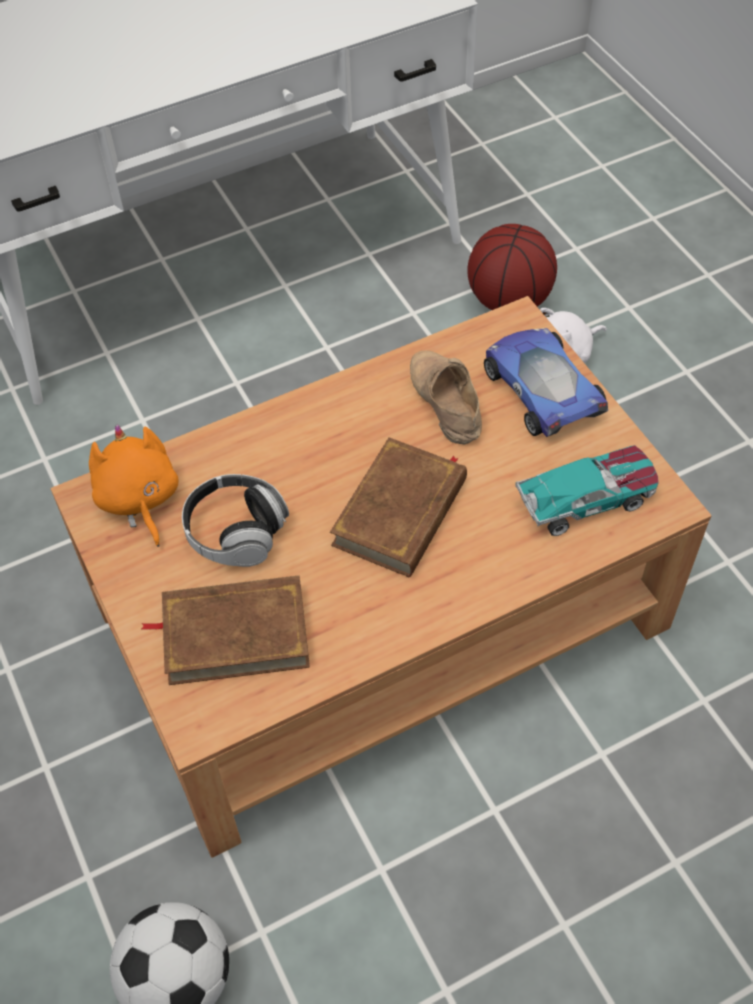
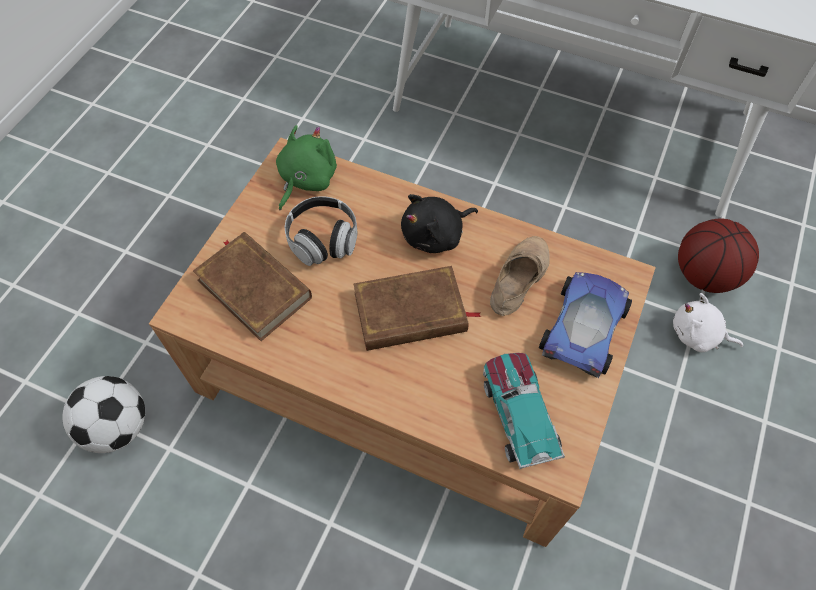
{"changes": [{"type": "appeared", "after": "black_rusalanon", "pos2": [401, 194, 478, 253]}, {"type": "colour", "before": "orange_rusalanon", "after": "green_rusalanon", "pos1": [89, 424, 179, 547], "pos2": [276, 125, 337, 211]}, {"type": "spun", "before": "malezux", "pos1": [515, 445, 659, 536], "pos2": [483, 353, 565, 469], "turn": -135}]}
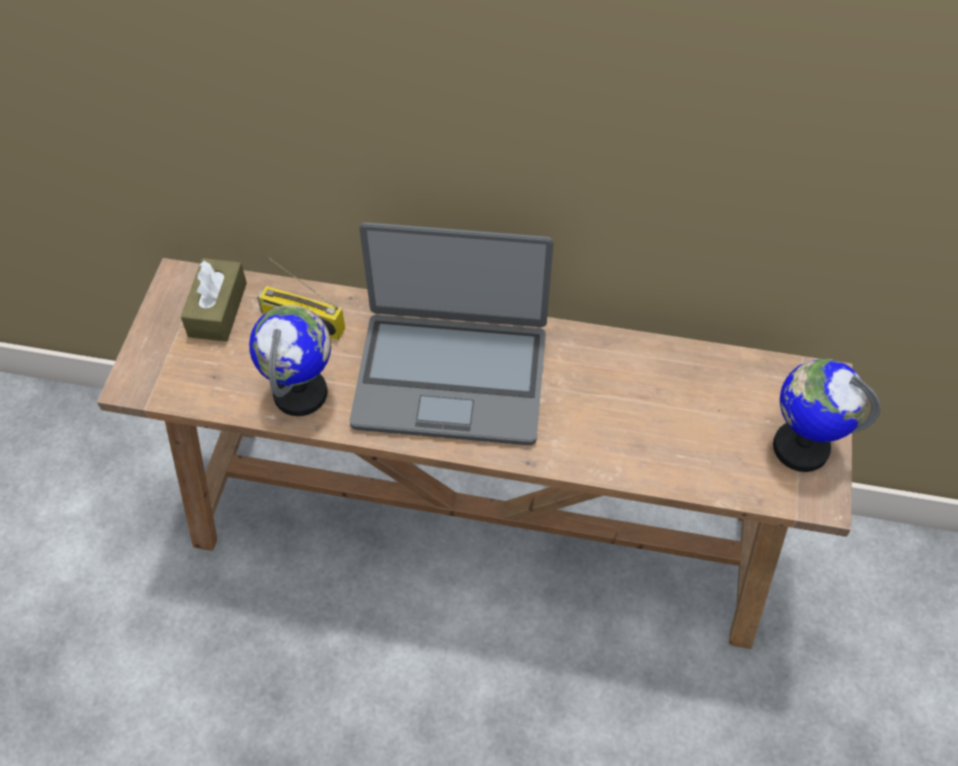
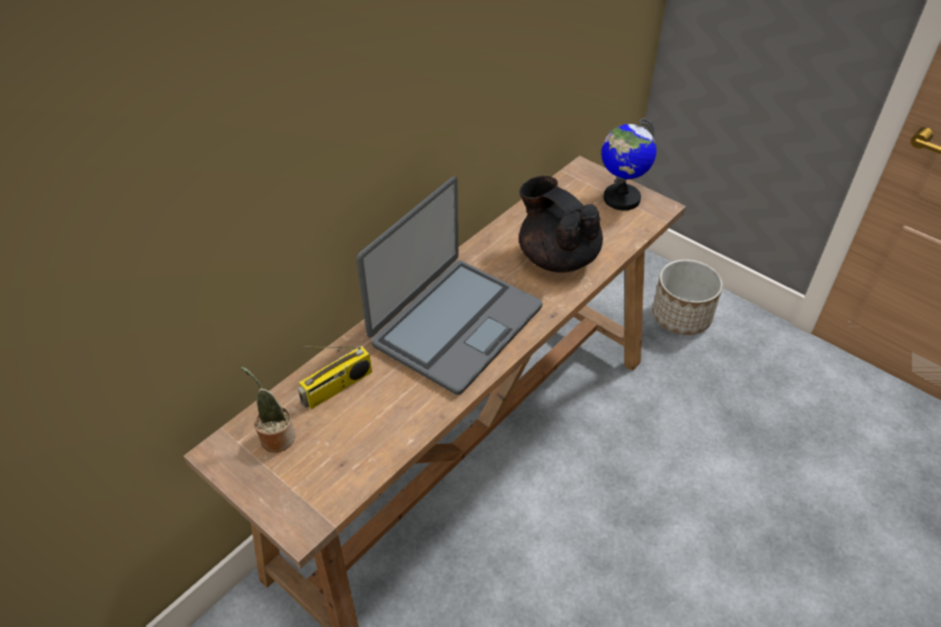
{"changes": [{"type": "missing", "before": "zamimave", "pos1": [249, 305, 331, 416]}, {"type": "appeared", "after": "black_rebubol", "pos2": [519, 176, 603, 273]}, {"type": "appeared", "after": "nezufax", "pos2": [652, 259, 723, 335]}, {"type": "exchanged", "before": "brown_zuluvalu", "after": "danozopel", "pos1": [181, 258, 247, 342], "pos2": [241, 367, 296, 453]}]}
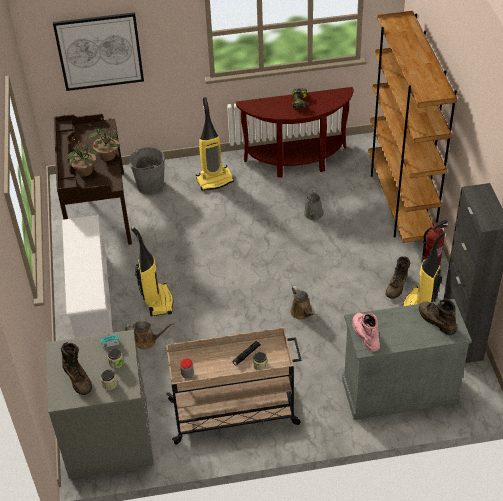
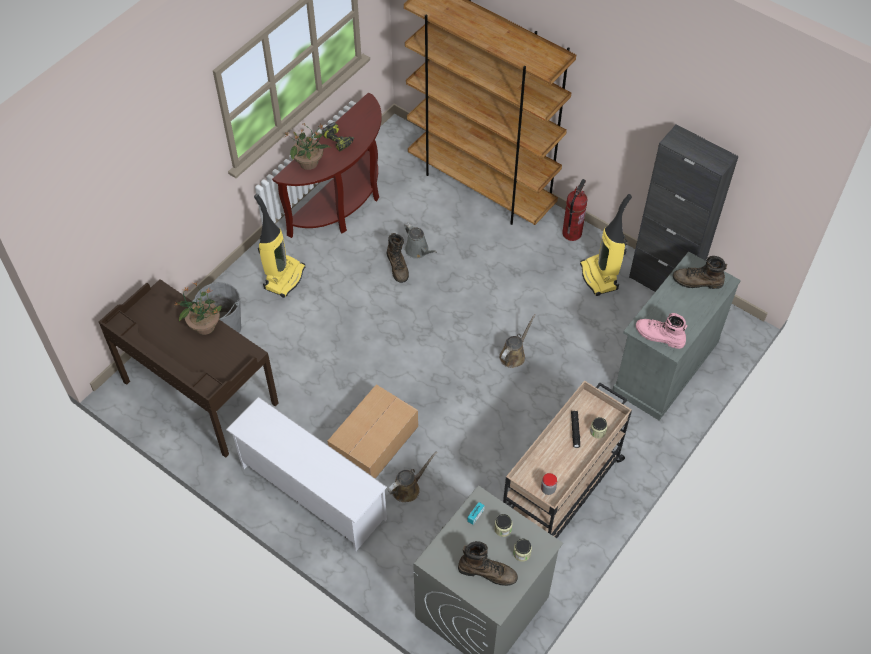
{"changes": [{"type": "missing", "before": "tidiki", "pos1": [53, 12, 144, 91]}, {"type": "relocated", "before": "danozopel", "pos1": [66, 136, 100, 176], "pos2": [283, 124, 331, 170]}, {"type": "relocated", "before": "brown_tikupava", "pos1": [386, 256, 410, 299], "pos2": [387, 233, 409, 283]}, {"type": "exchanged", "before": "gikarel", "after": "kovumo", "pos1": [131, 226, 173, 316], "pos2": [327, 384, 418, 479]}, {"type": "spun", "before": "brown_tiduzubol", "pos1": [290, 286, 317, 320], "pos2": [499, 314, 536, 368], "turn": -75}]}
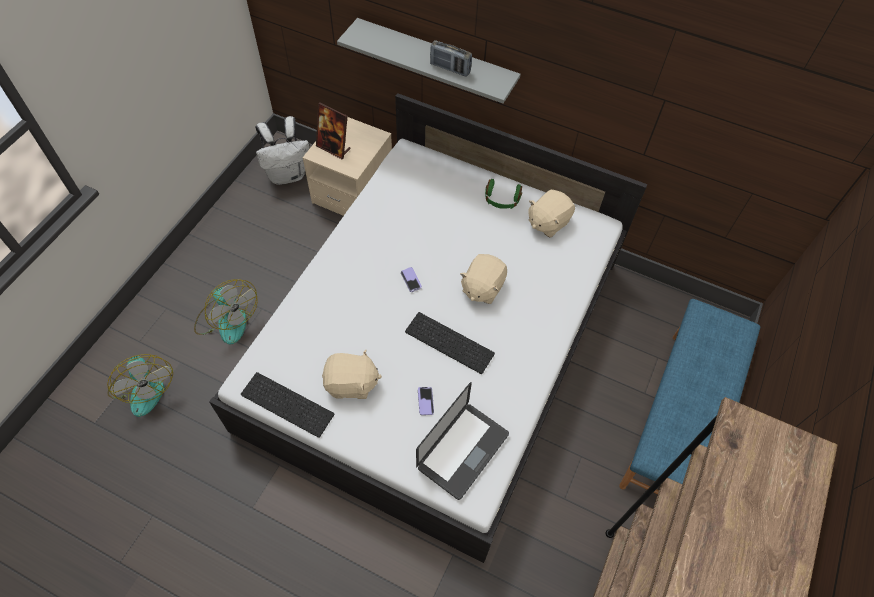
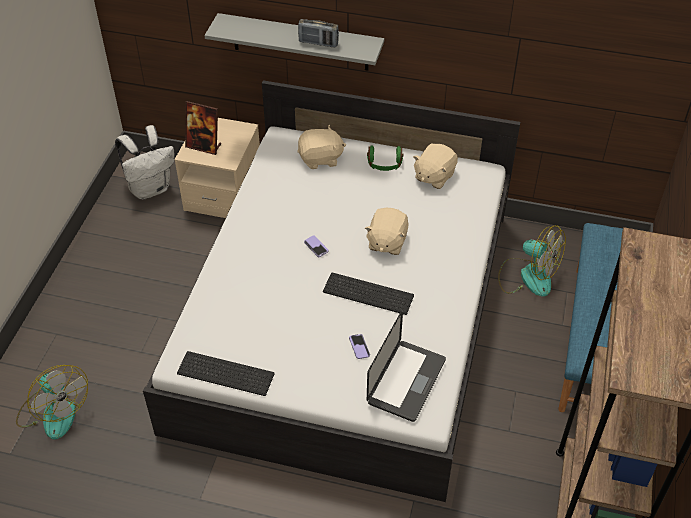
{"changes": [{"type": "relocated", "before": "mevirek", "pos1": [194, 279, 258, 345], "pos2": [498, 225, 566, 297]}, {"type": "relocated", "before": "beige_rusalanon", "pos1": [322, 350, 382, 399], "pos2": [297, 125, 346, 169]}]}
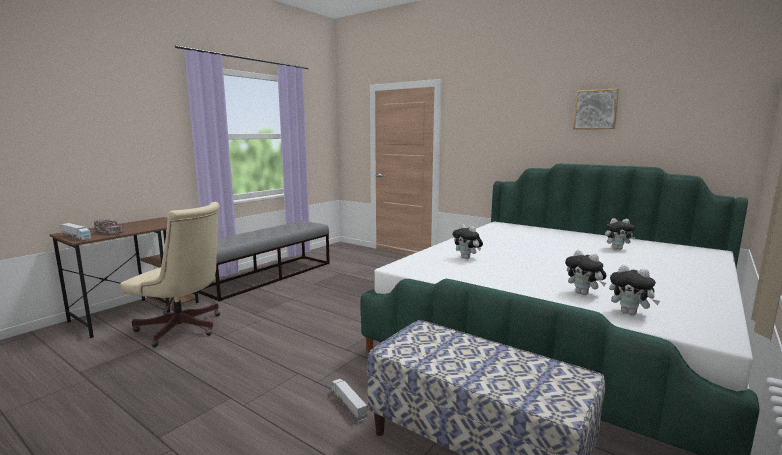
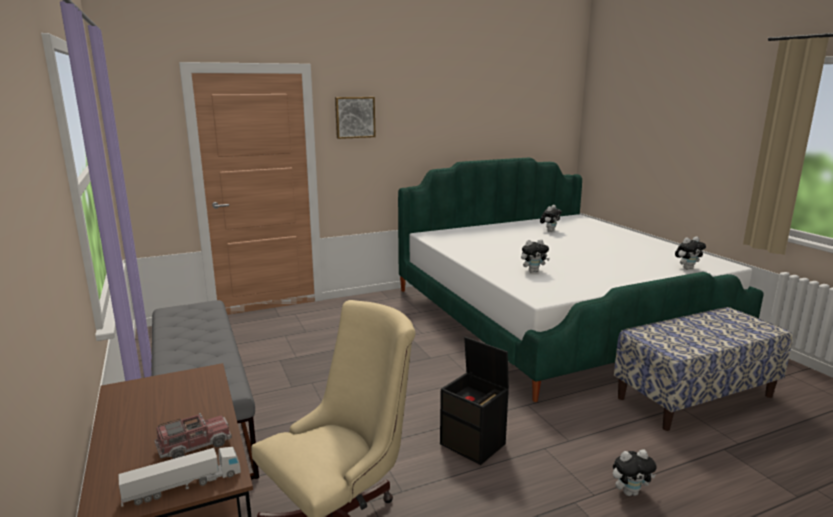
{"changes": [{"type": "missing", "before": "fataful", "pos1": [332, 379, 367, 422]}, {"type": "appeared", "after": "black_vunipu", "pos2": [440, 337, 509, 465]}, {"type": "relocated", "before": "rusalanon", "pos1": [565, 250, 606, 295], "pos2": [613, 449, 657, 496]}, {"type": "relocated", "before": "tidiki", "pos1": [573, 88, 619, 129], "pos2": [335, 97, 376, 139]}]}
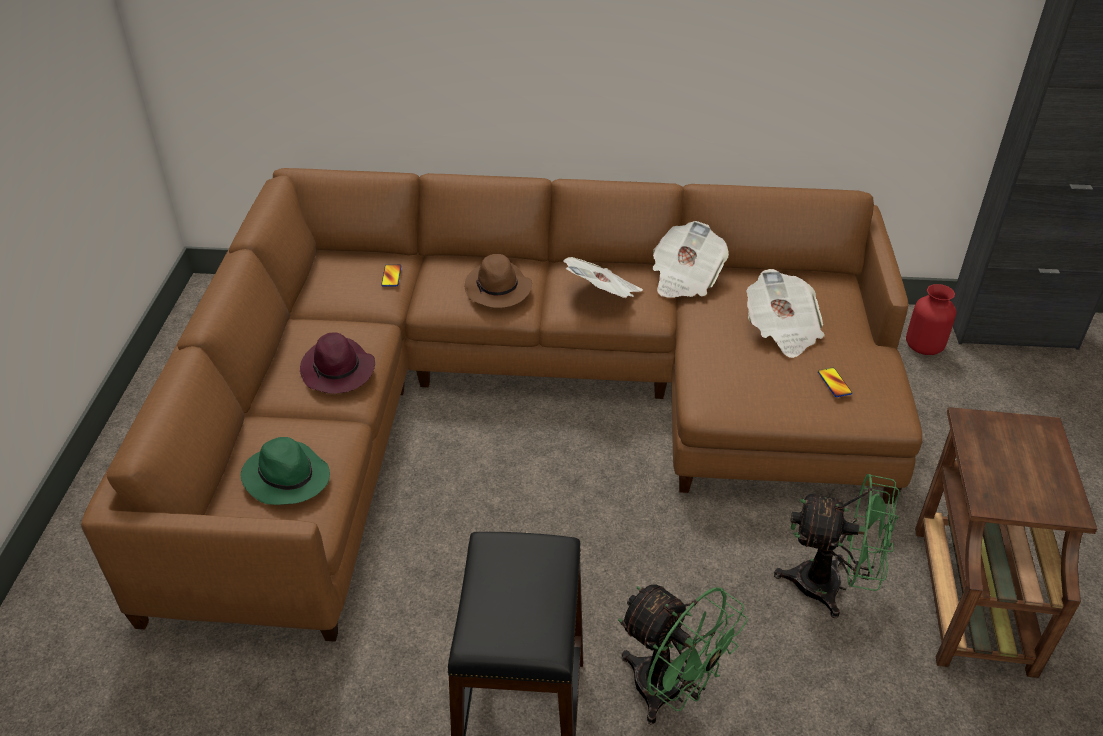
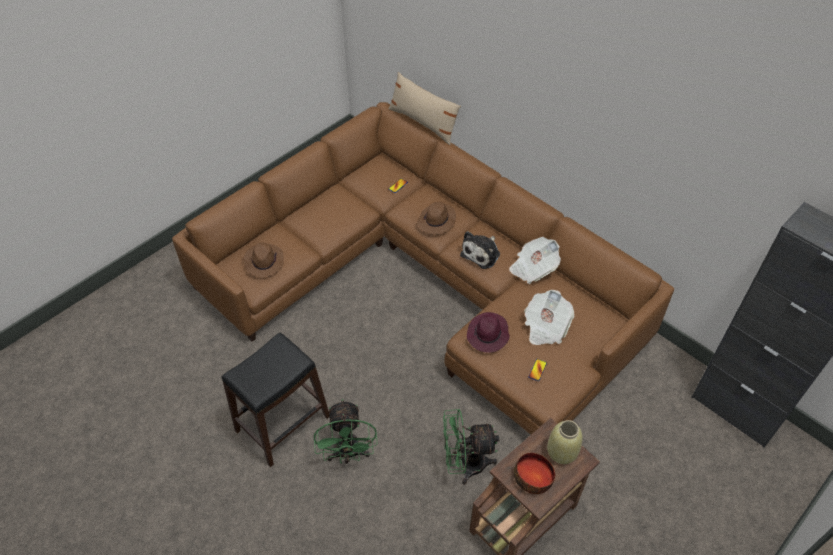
{"changes": [{"type": "missing", "before": "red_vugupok", "pos1": [906, 284, 957, 355]}, {"type": "appeared", "after": "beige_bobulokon", "pos2": [388, 72, 461, 145]}, {"type": "appeared", "after": "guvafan", "pos2": [514, 453, 555, 494]}, {"type": "appeared", "after": "beige_vugupok", "pos2": [547, 420, 582, 464]}, {"type": "relocated", "before": "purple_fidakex", "pos1": [300, 332, 375, 394], "pos2": [467, 312, 510, 353]}, {"type": "exchanged", "before": "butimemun", "after": "rusalanon", "pos1": [563, 257, 643, 298], "pos2": [460, 231, 500, 269]}, {"type": "colour", "before": "green_fidakex", "after": "brown_fidakex", "pos1": [241, 437, 330, 505], "pos2": [244, 243, 284, 277]}, {"type": "spun", "before": "green_mevirek", "pos1": [774, 474, 899, 618], "pos2": [443, 409, 499, 485], "turn": 120}]}
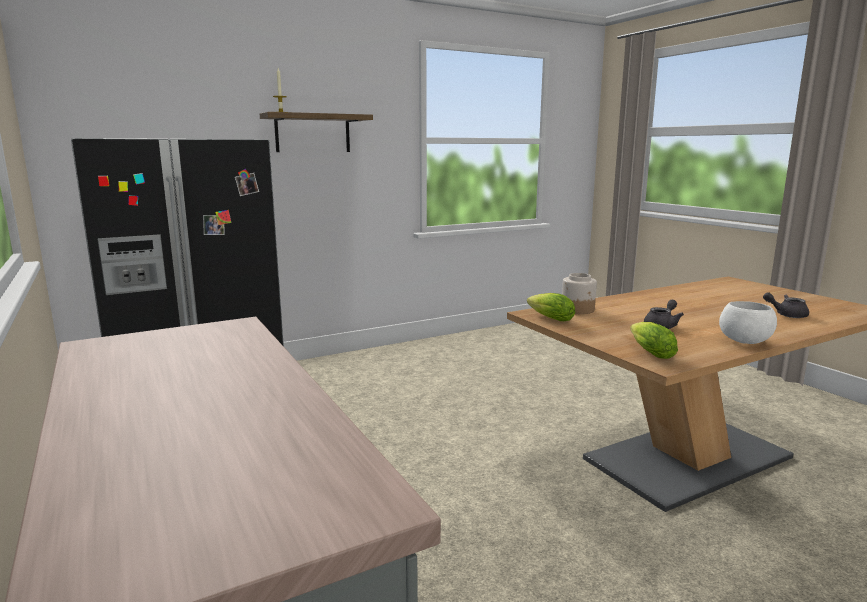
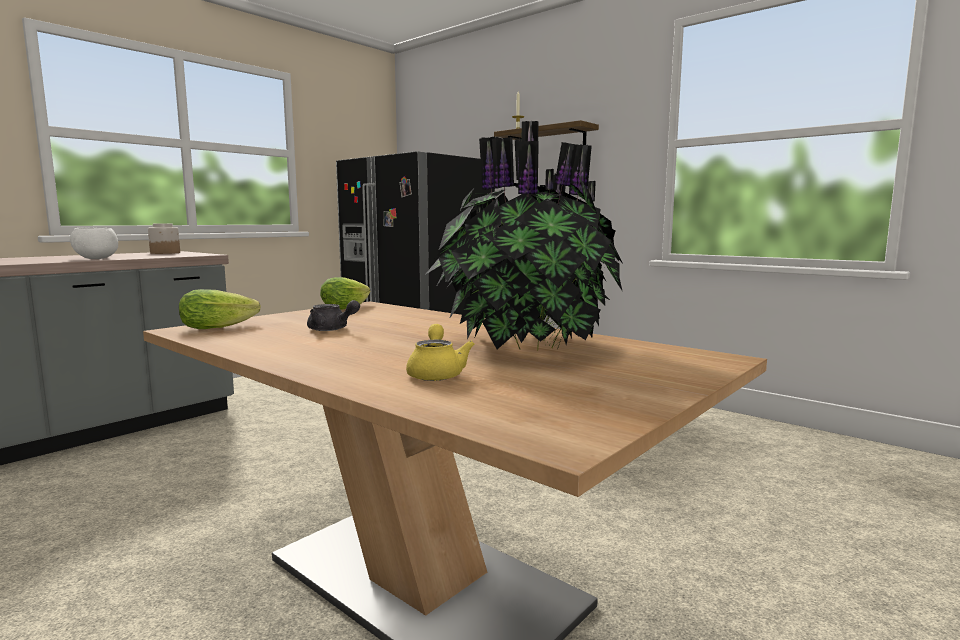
{"changes": [{"type": "appeared", "after": "danozopel", "pos2": [426, 121, 623, 351]}, {"type": "relocated", "before": "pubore", "pos1": [562, 273, 597, 314], "pos2": [148, 223, 180, 254]}, {"type": "relocated", "before": "white_guvafan", "pos1": [719, 301, 777, 344], "pos2": [70, 228, 118, 259]}, {"type": "colour", "before": "grey_rebubol", "after": "yellow_rebubol", "pos1": [763, 292, 809, 318], "pos2": [406, 324, 475, 381]}]}
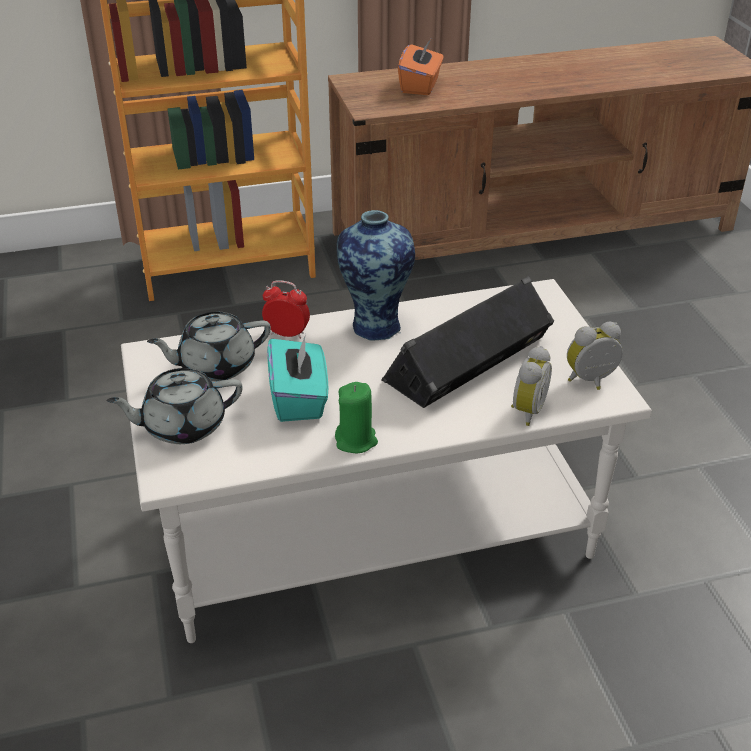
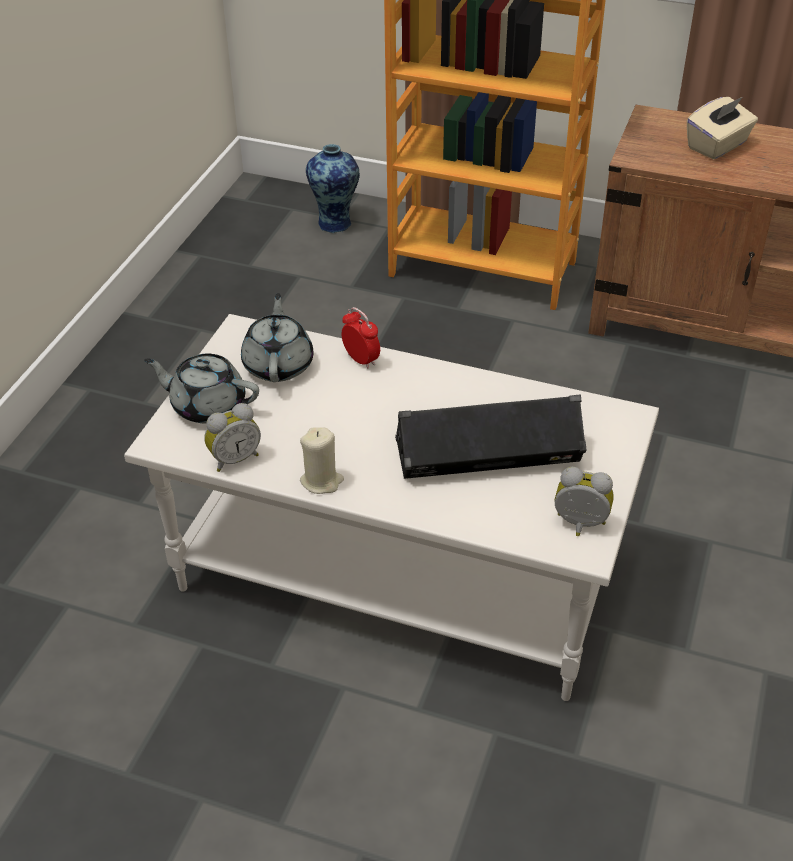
{"changes": [{"type": "missing", "before": "turquoise_zuluvalu", "pos1": [267, 334, 328, 422]}, {"type": "relocated", "before": "vugupok", "pos1": [336, 210, 415, 341], "pos2": [306, 144, 360, 233]}, {"type": "relocated", "before": "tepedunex", "pos1": [511, 346, 552, 426], "pos2": [204, 403, 261, 472]}, {"type": "colour", "before": "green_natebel", "after": "beige_natebel", "pos1": [335, 382, 378, 453], "pos2": [300, 427, 344, 494]}, {"type": "colour", "before": "orange_zuluvalu", "after": "beige_zuluvalu", "pos1": [398, 39, 443, 95], "pos2": [687, 97, 758, 159]}, {"type": "spun", "before": "grey_rebubol", "pos1": [147, 312, 271, 382], "pos2": [241, 293, 313, 382], "turn": 75}]}
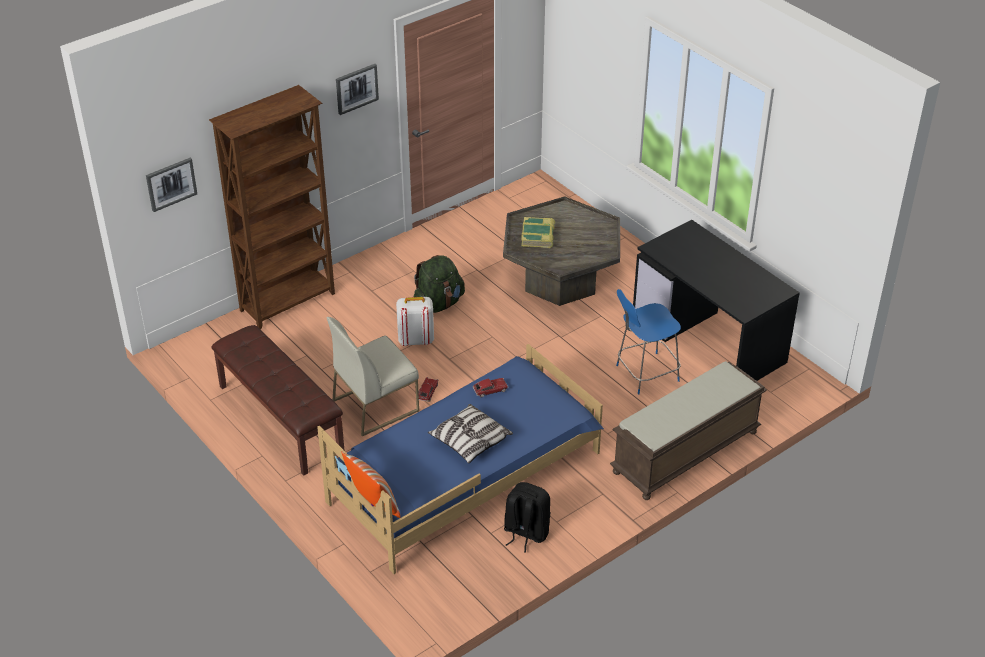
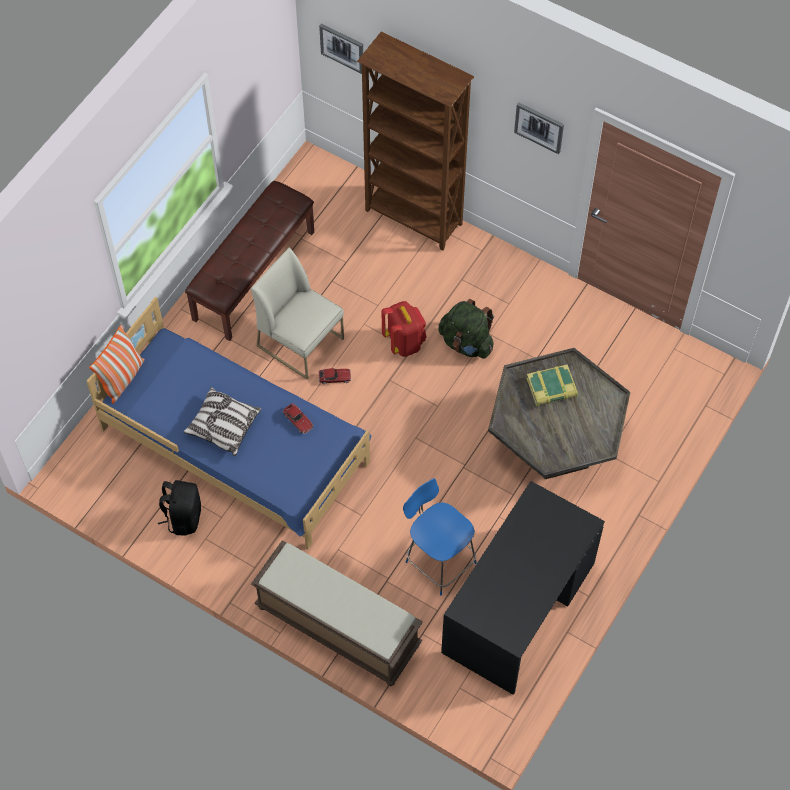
{"changes": [{"type": "colour", "before": "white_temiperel", "after": "red_temiperel", "pos1": [396, 297, 434, 346], "pos2": [382, 301, 426, 357]}]}
